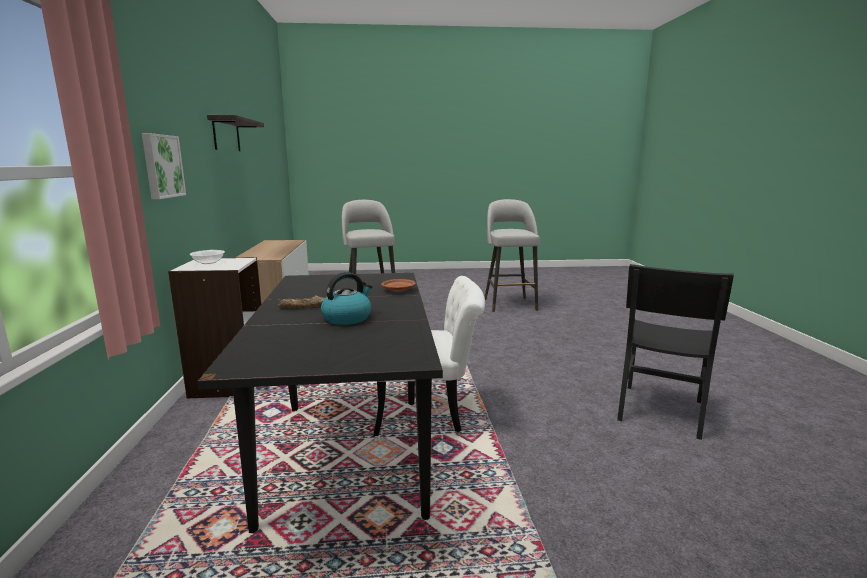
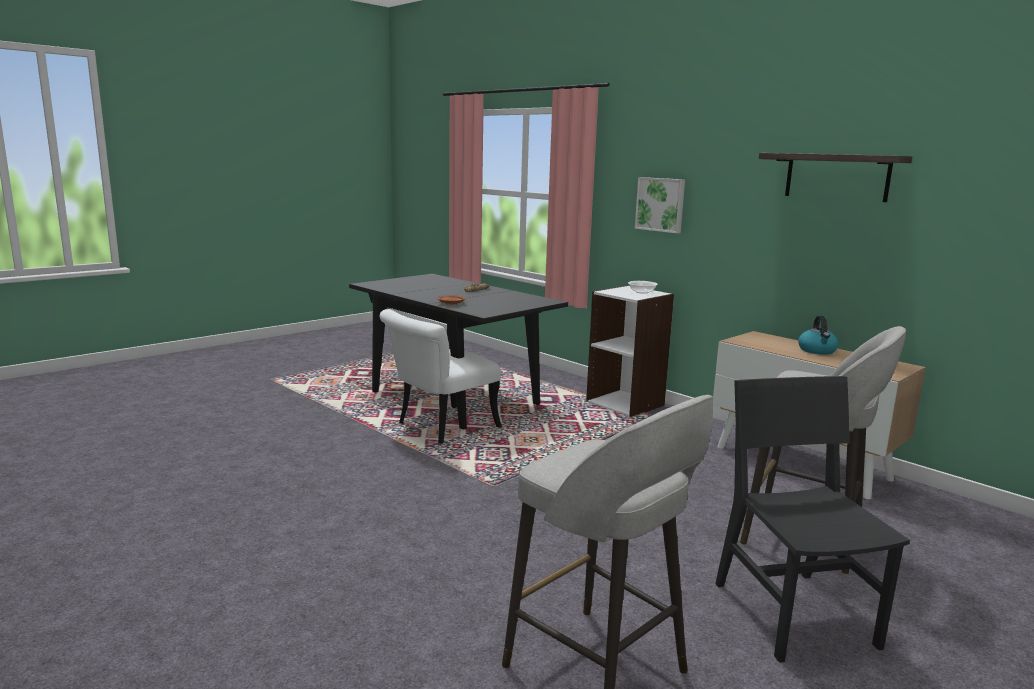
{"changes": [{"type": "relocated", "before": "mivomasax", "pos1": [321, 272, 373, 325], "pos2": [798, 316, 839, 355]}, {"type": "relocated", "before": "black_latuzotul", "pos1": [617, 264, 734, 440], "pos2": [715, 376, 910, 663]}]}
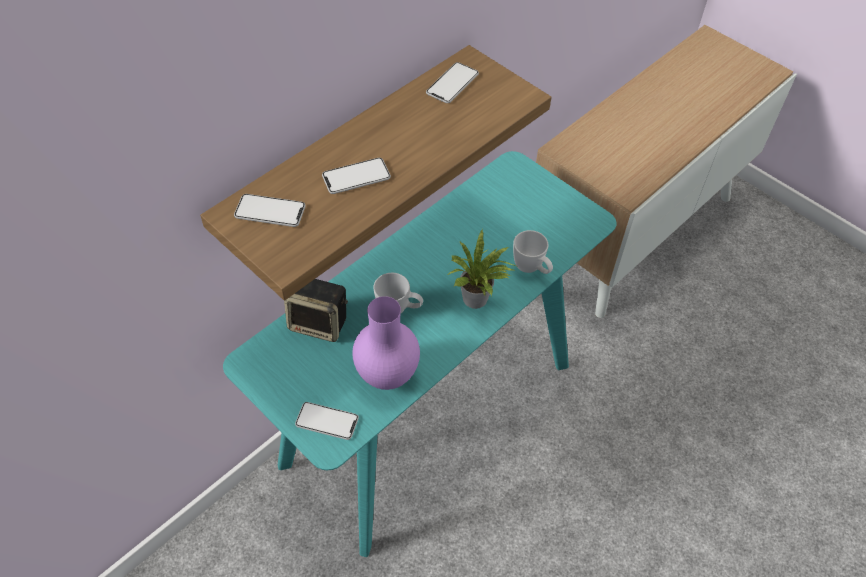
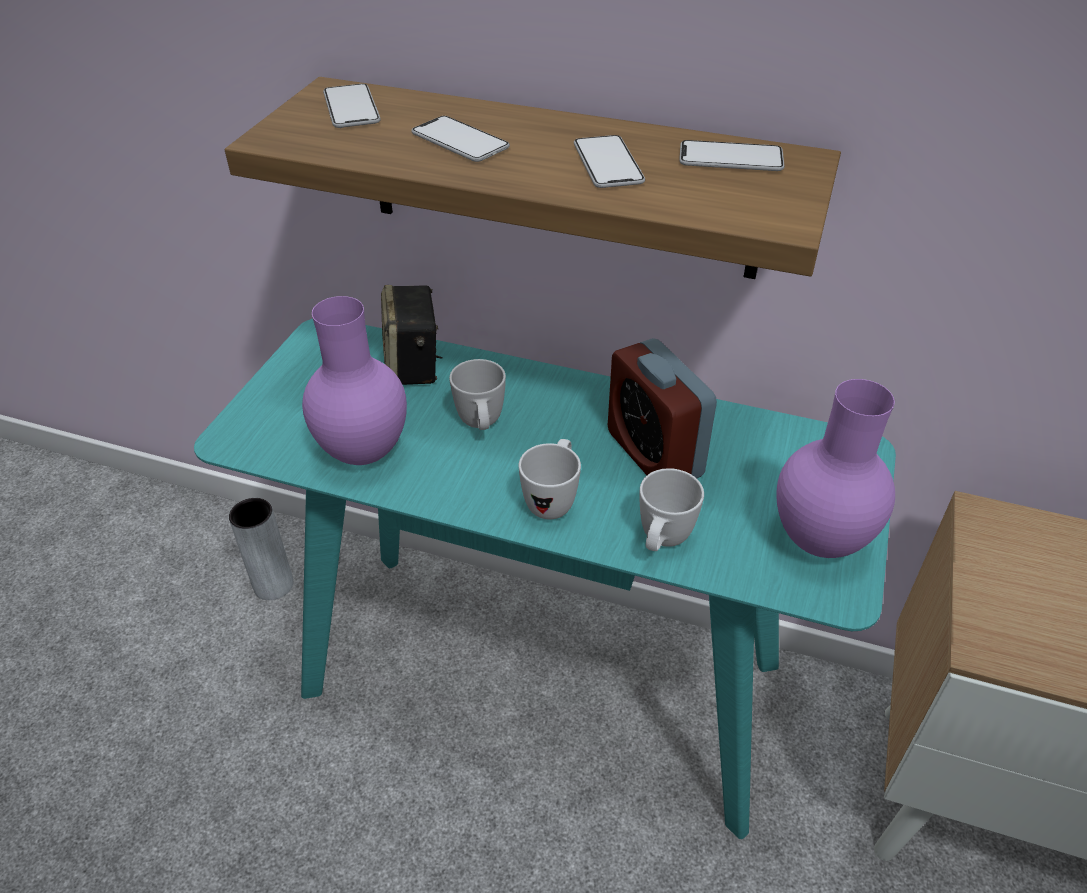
{"changes": [{"type": "appeared", "after": "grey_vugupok", "pos2": [229, 498, 293, 600]}, {"type": "appeared", "after": "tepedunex", "pos2": [608, 338, 717, 478]}, {"type": "appeared", "after": "purple_vugupok", "pos2": [776, 379, 895, 558]}, {"type": "relocated", "before": "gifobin", "pos1": [295, 402, 359, 440], "pos2": [574, 135, 645, 188]}, {"type": "exchanged", "before": "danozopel", "after": "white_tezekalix", "pos1": [448, 230, 516, 309], "pos2": [519, 439, 581, 519]}]}
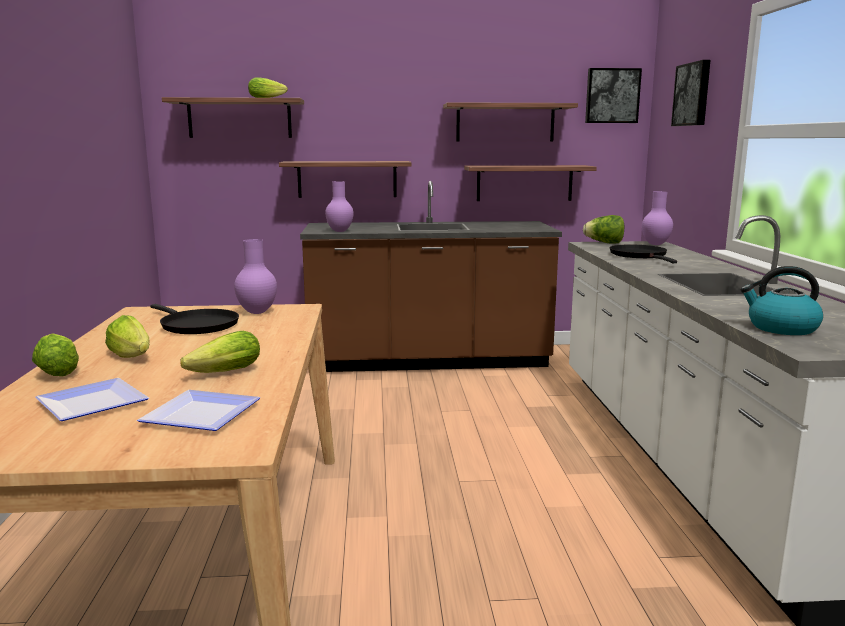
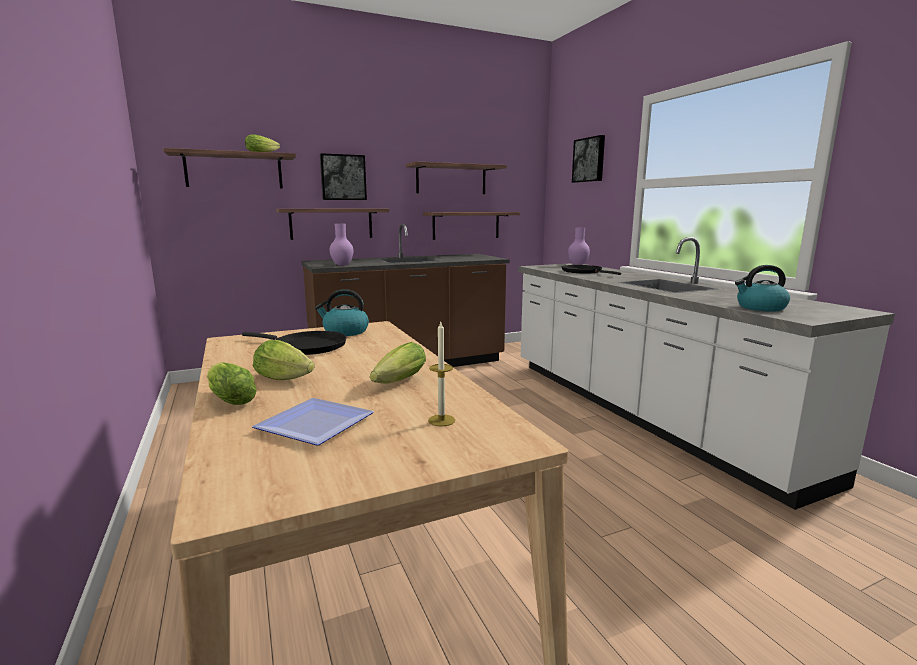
{"changes": [{"type": "missing", "before": "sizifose", "pos1": [583, 215, 624, 244]}, {"type": "relocated", "before": "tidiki", "pos1": [585, 68, 642, 123], "pos2": [320, 153, 367, 200]}, {"type": "exchanged", "before": "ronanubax", "after": "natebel", "pos1": [137, 390, 260, 431], "pos2": [428, 322, 455, 427]}, {"type": "exchanged", "before": "purple_vugupok", "after": "mivomasax", "pos1": [234, 239, 277, 314], "pos2": [315, 289, 369, 336]}]}
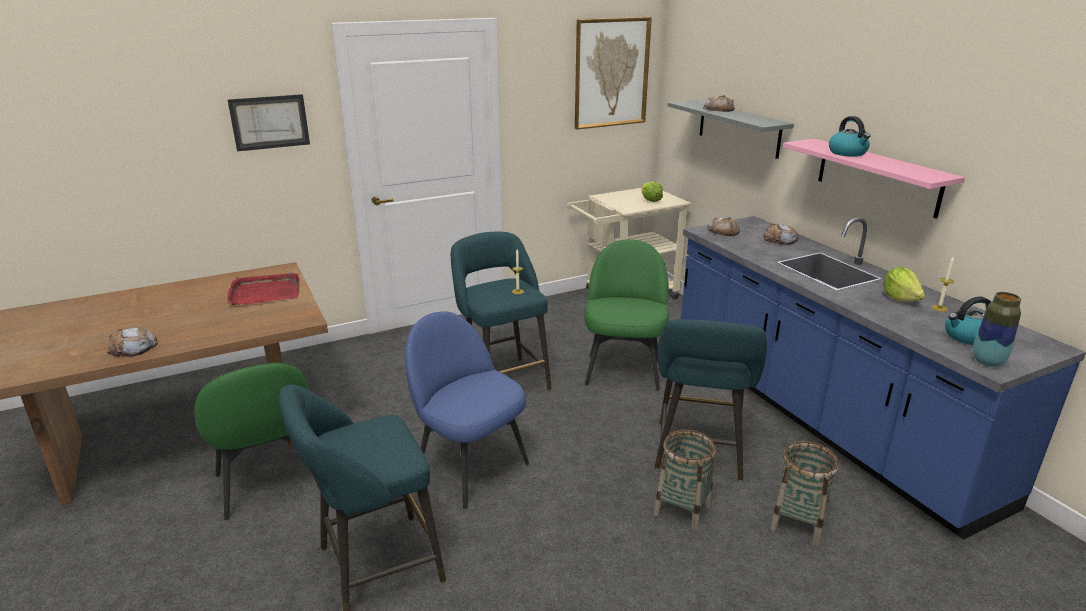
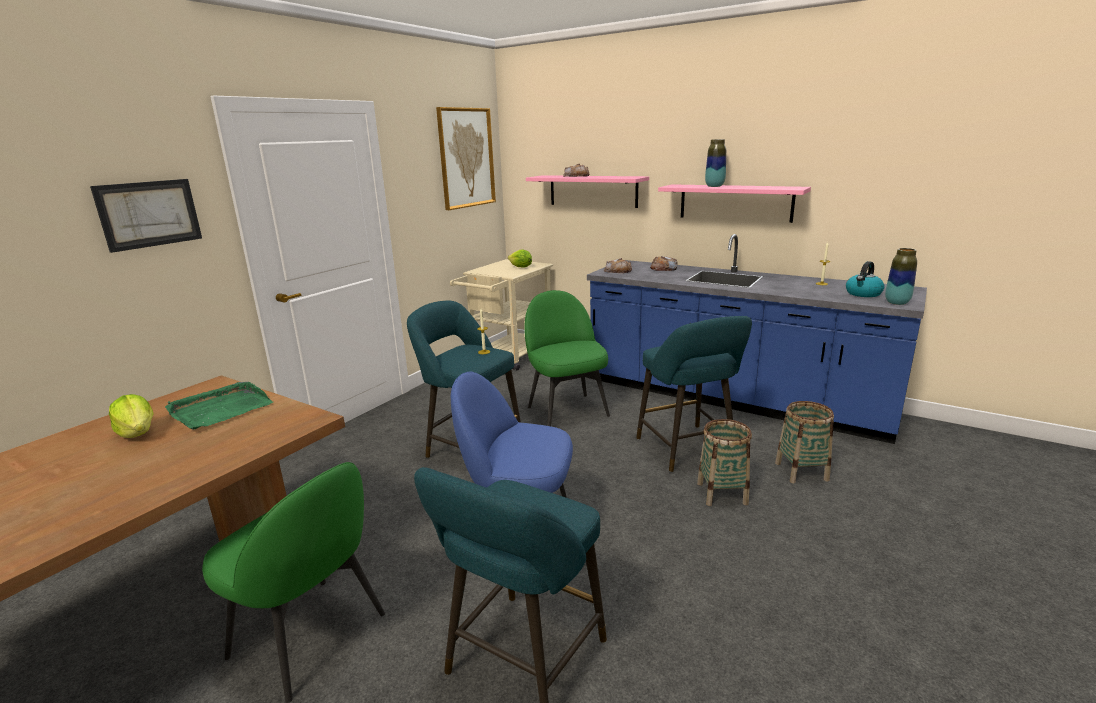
{"changes": [{"type": "missing", "before": "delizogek", "pos1": [107, 327, 158, 357]}, {"type": "relocated", "before": "sizifose", "pos1": [883, 267, 925, 302], "pos2": [109, 394, 153, 438]}, {"type": "exchanged", "before": "mivomasax", "after": "vugupok", "pos1": [829, 116, 870, 157], "pos2": [705, 139, 726, 187]}, {"type": "colour", "before": "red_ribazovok", "after": "green_ribazovok", "pos1": [228, 273, 299, 305], "pos2": [165, 382, 273, 430]}, {"type": "colour", "before": "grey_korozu", "after": "pink_korozu", "pos1": [668, 100, 794, 159], "pos2": [526, 175, 649, 208]}]}
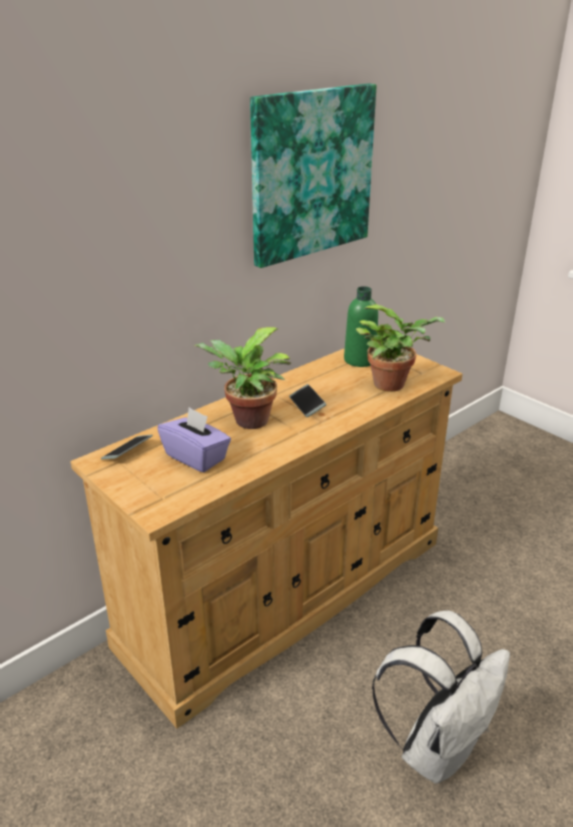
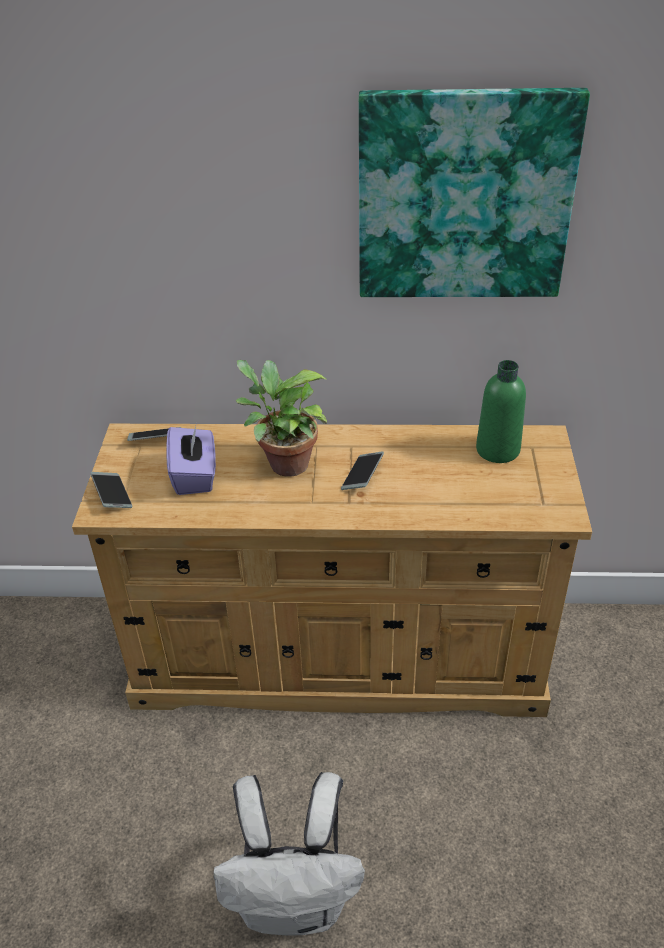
{"changes": [{"type": "missing", "before": "danozopel", "pos1": [356, 304, 446, 392]}, {"type": "appeared", "after": "gifobin", "pos2": [90, 472, 132, 508]}]}
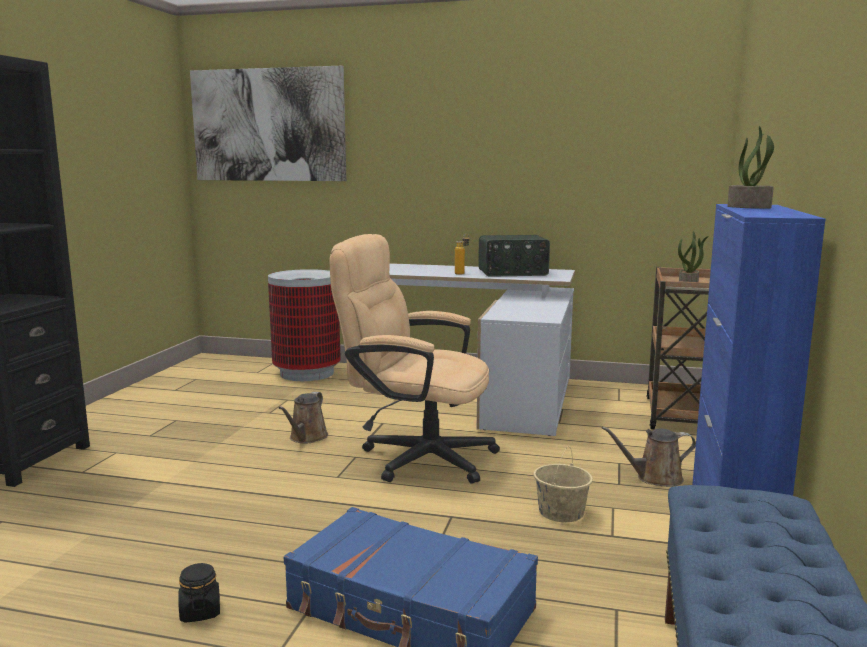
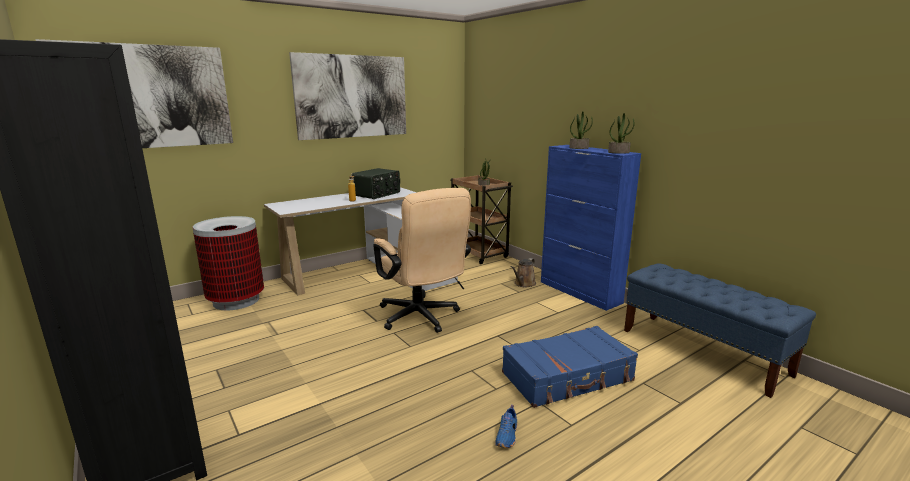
{"changes": [{"type": "missing", "before": "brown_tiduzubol", "pos1": [279, 392, 328, 443]}, {"type": "missing", "before": "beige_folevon", "pos1": [534, 446, 593, 522]}, {"type": "appeared", "after": "tidiki", "pos2": [289, 52, 406, 140]}, {"type": "appeared", "after": "danozopel", "pos2": [608, 113, 635, 154]}, {"type": "exchanged", "before": "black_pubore", "after": "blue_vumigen", "pos1": [178, 563, 220, 623], "pos2": [495, 405, 517, 448]}, {"type": "spun", "before": "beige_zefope", "pos1": [329, 234, 500, 484], "pos2": [373, 188, 471, 333], "turn": -90}]}
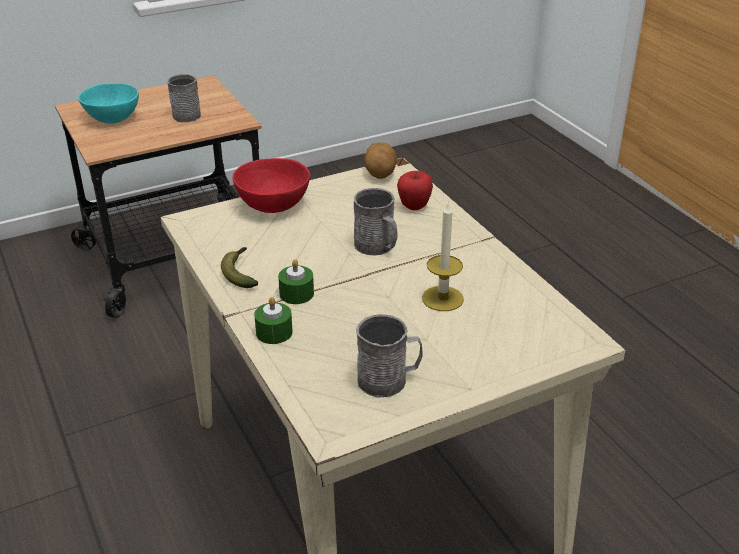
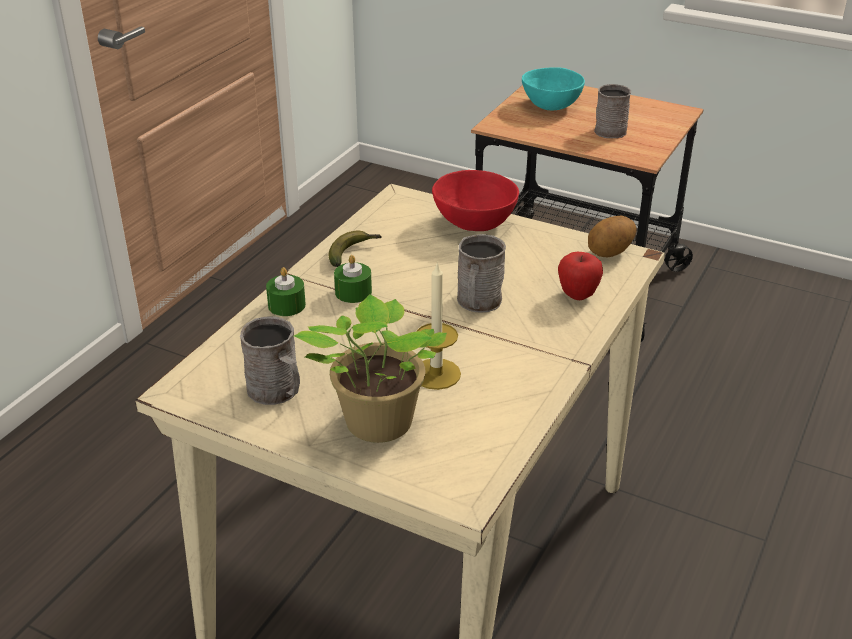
{"changes": [{"type": "appeared", "after": "danozopel", "pos2": [294, 294, 447, 443]}]}
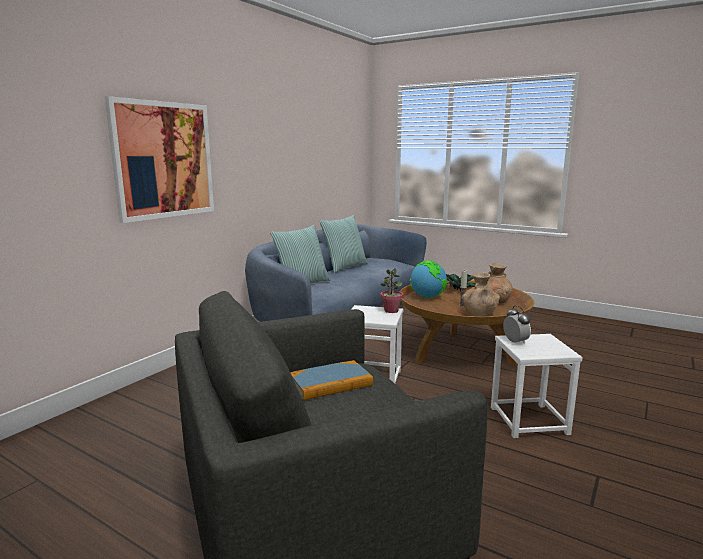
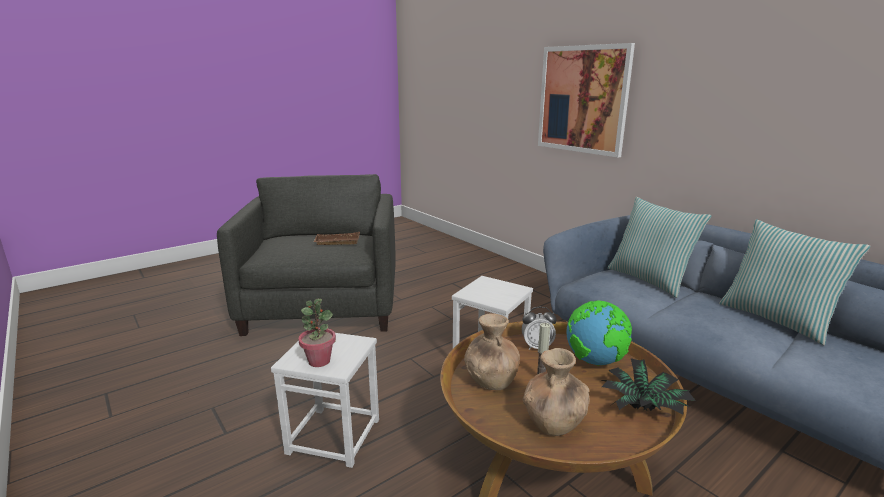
{"changes": [{"type": "relocated", "before": "danozopel", "pos1": [380, 268, 403, 313], "pos2": [298, 298, 336, 367]}, {"type": "relocated", "before": "tepedunex", "pos1": [503, 306, 531, 344], "pos2": [522, 307, 557, 350]}, {"type": "exchanged", "before": "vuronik", "after": "brown_ribazovok", "pos1": [290, 360, 373, 400], "pos2": [314, 232, 360, 245]}]}
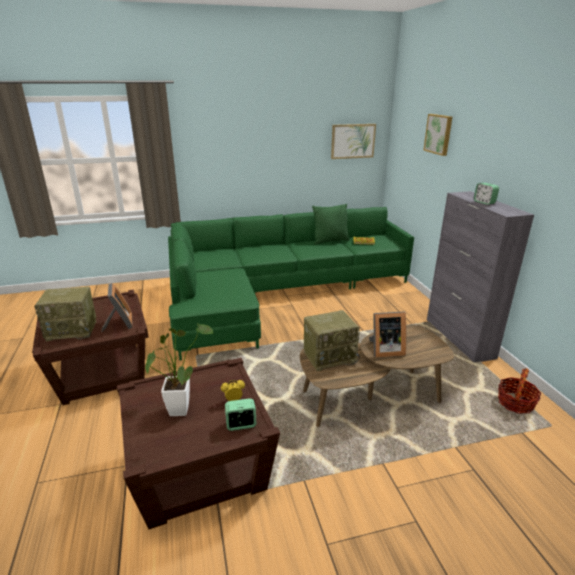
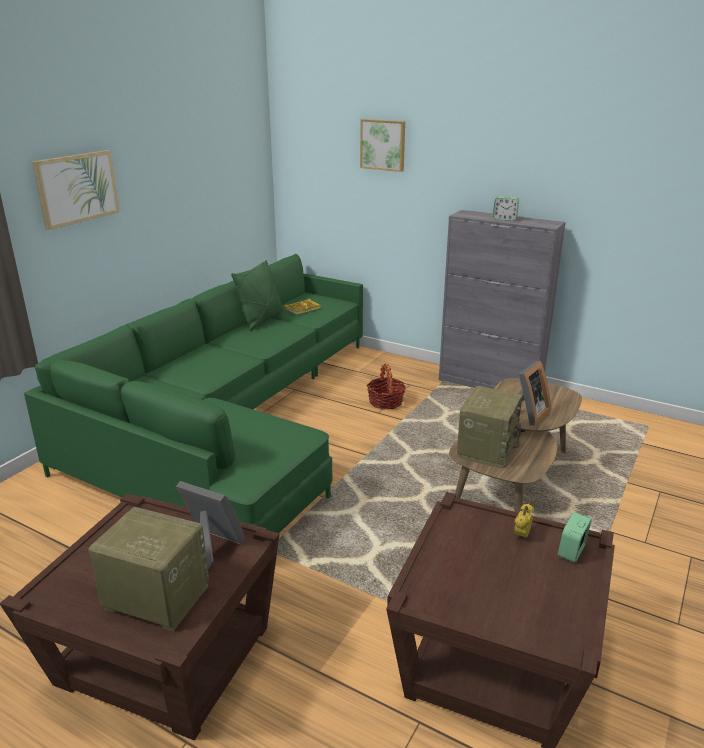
{"changes": [{"type": "missing", "before": "danozopel", "pos1": [145, 323, 214, 416]}, {"type": "relocated", "before": "tidiki", "pos1": [331, 124, 376, 159], "pos2": [32, 150, 120, 230]}, {"type": "relocated", "before": "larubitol", "pos1": [498, 368, 541, 414], "pos2": [367, 364, 406, 410]}, {"type": "spun", "before": "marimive", "pos1": [34, 286, 96, 341], "pos2": [88, 507, 209, 631], "turn": -105}]}
